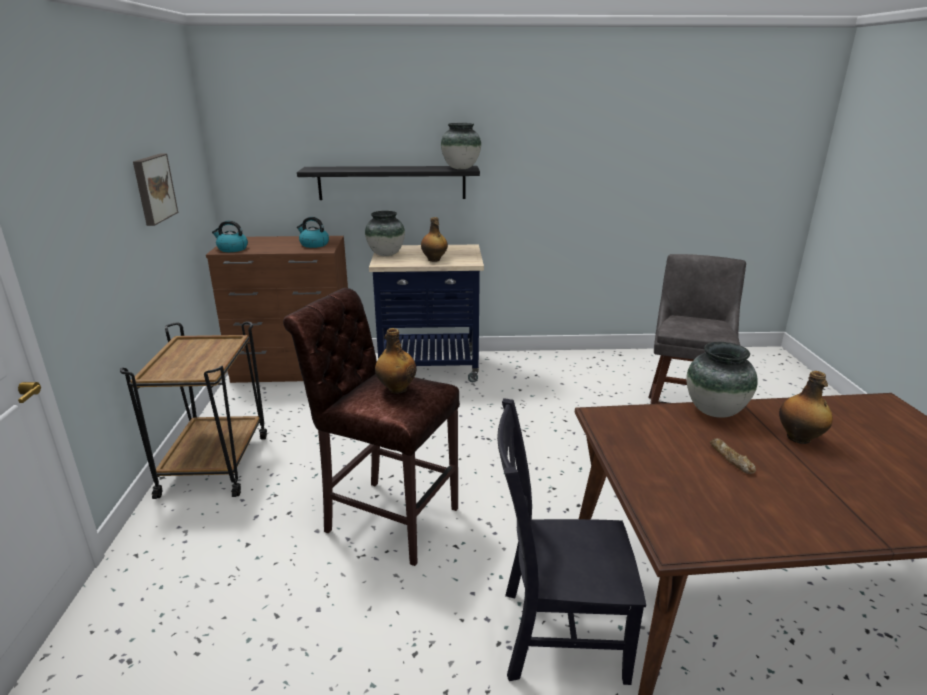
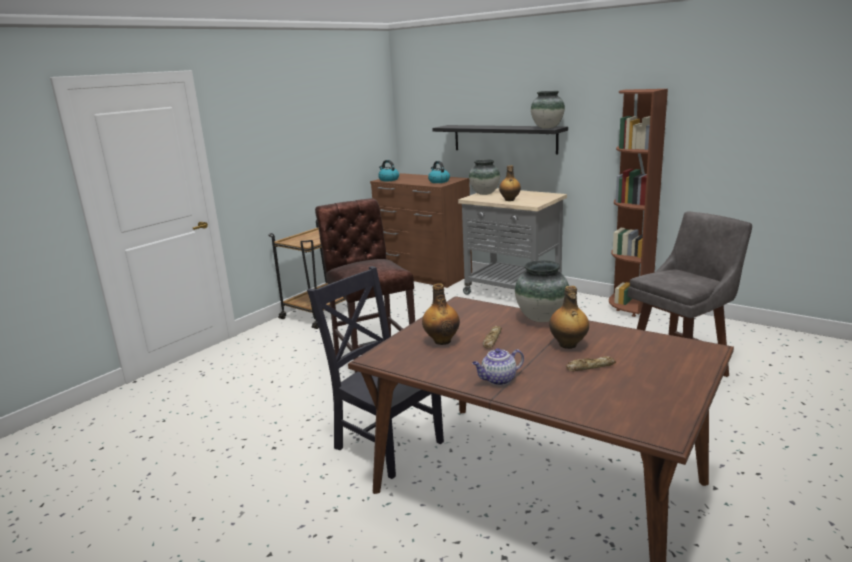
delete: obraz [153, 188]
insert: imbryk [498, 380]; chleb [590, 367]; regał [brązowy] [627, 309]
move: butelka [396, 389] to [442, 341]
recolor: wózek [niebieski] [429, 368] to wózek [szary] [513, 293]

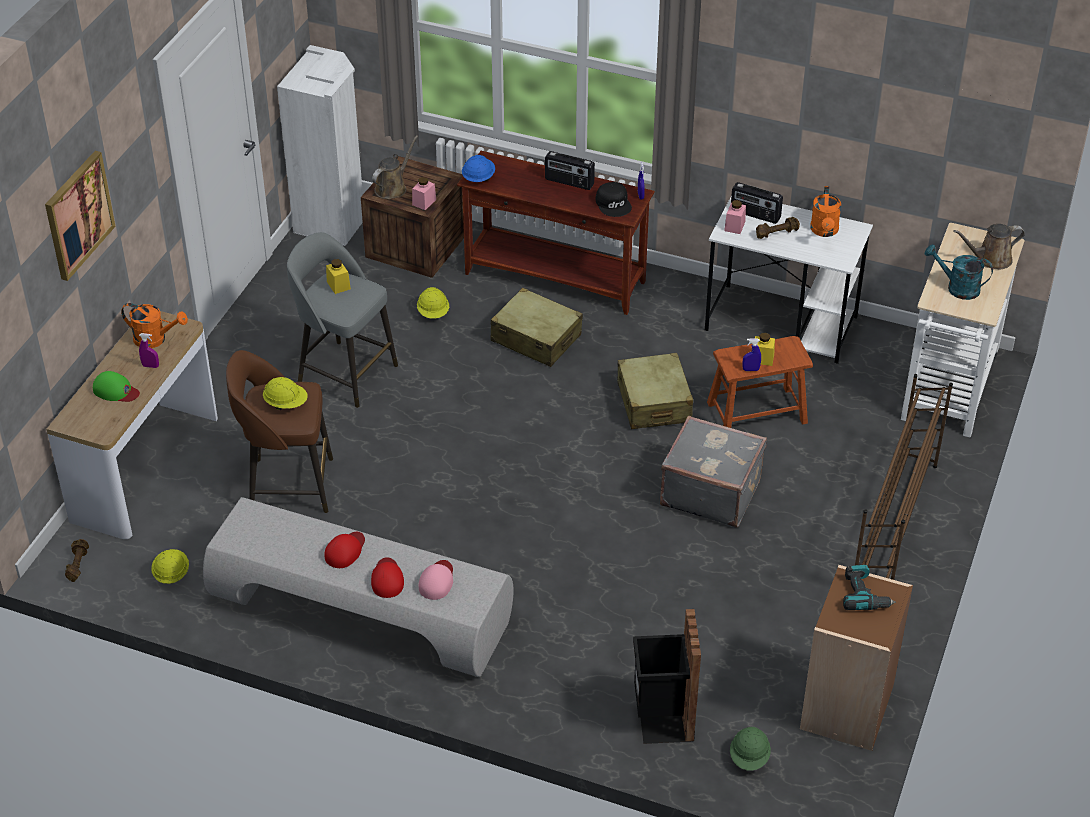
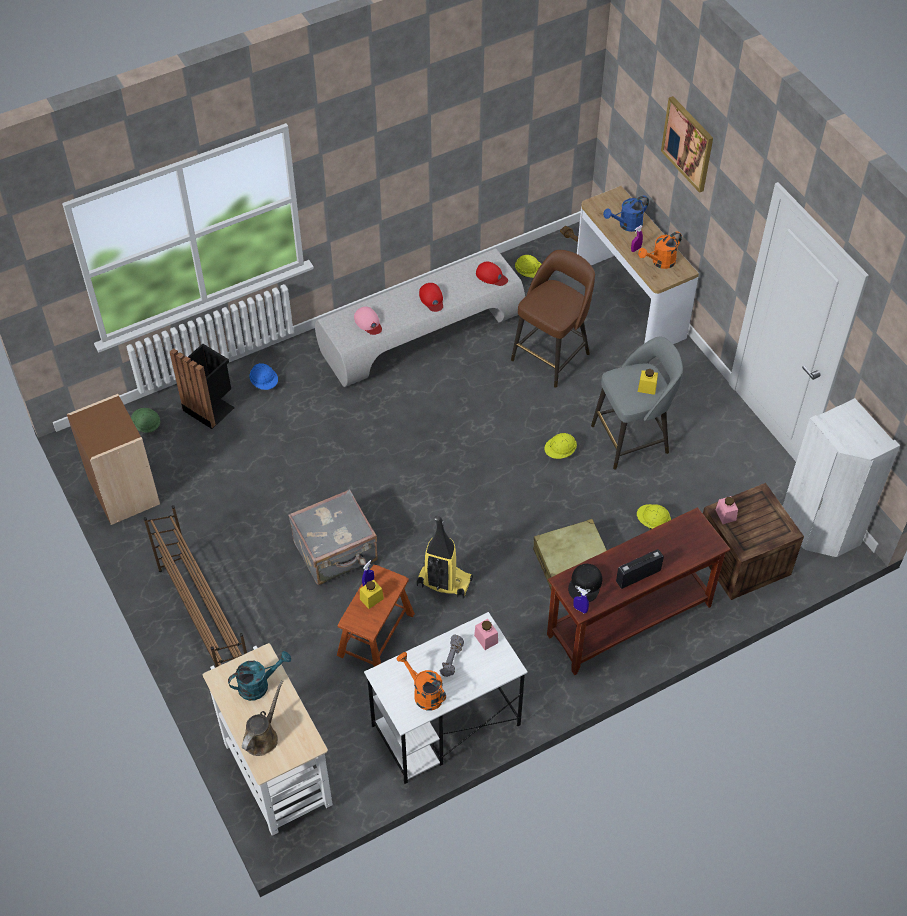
delete: konewka [brązowy] [392, 188]; radio [755, 215]; wiertarka [864, 595]
move: kask [żółty] [286, 404] to [560, 452]; czapka z daszkiem [czerwony] [387, 579] to [491, 276]; kask [niebieski] [478, 178] to [264, 383]
replace: czapka z daszkiem [zielony] [116, 391] to konewka [niebieski] [626, 225]; walizka [beżowy] [654, 402] to odkurzacz [443, 582]
recolor: hantel [brązowy] [776, 233] to hantel [szary] [452, 659]
rotate: czapka z daszkiem [czarny] [614, 204] = [585, 585] 90 degrees counterclockwise

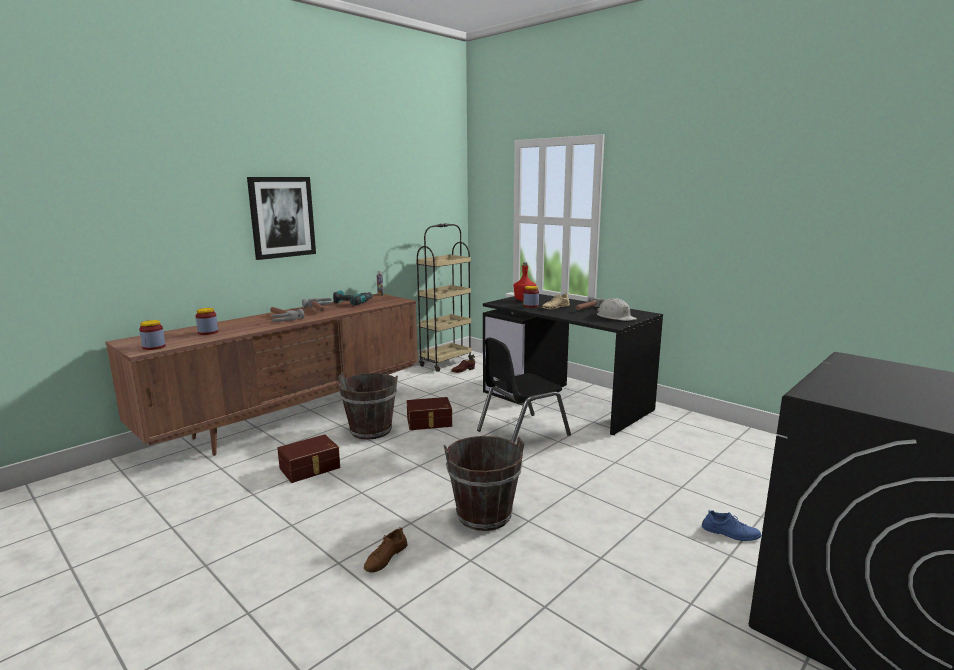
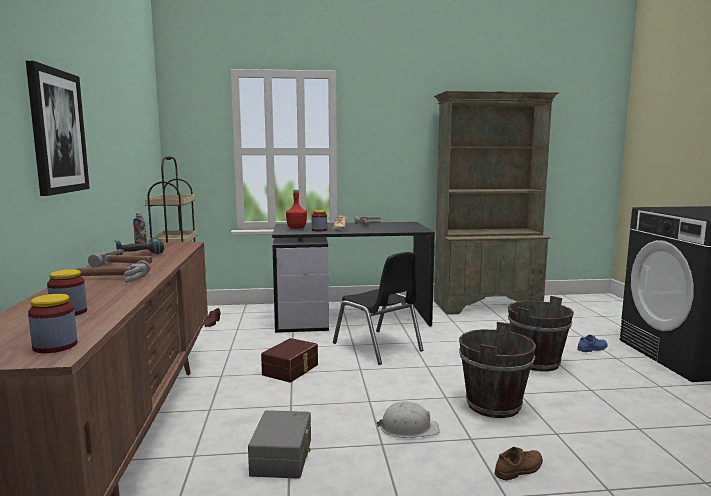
insert: regał [zielony] [486, 305]
move: wiadro [brązowy] [370, 431] to [536, 363]; kask [biały] [615, 317] to [408, 428]
recolor: pojemnik do przechowywania [brązowy] [310, 468] to pojemnik do przechowywania [szary] [283, 456]
rotate: but [brązowy] [385, 557] = [519, 469] 105 degrees counterclockwise; krzesło [czarny] [522, 432] = [378, 347] 45 degrees counterclockwise

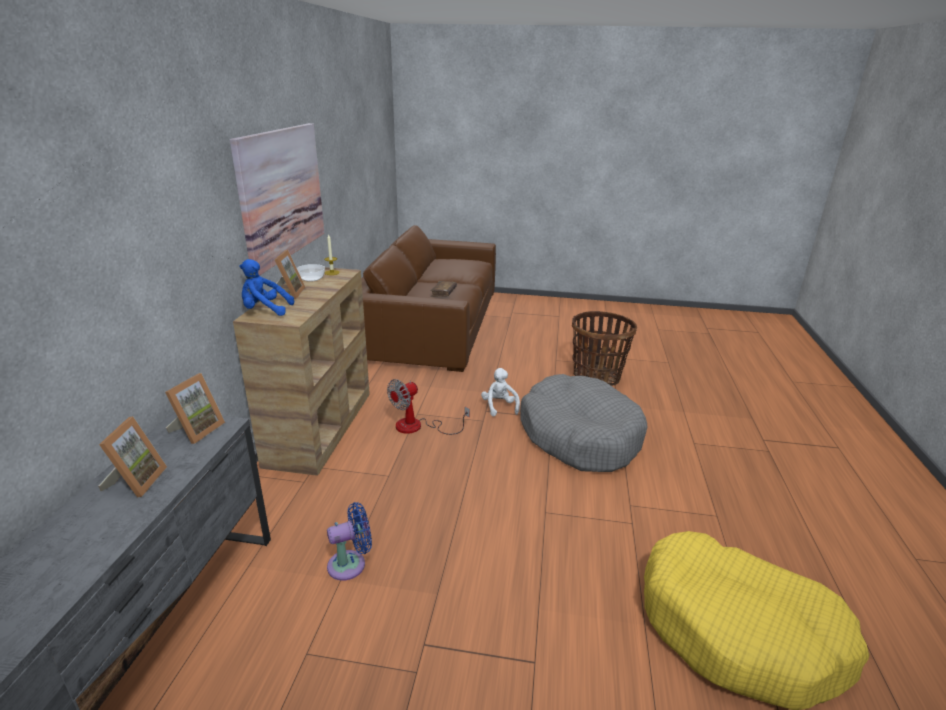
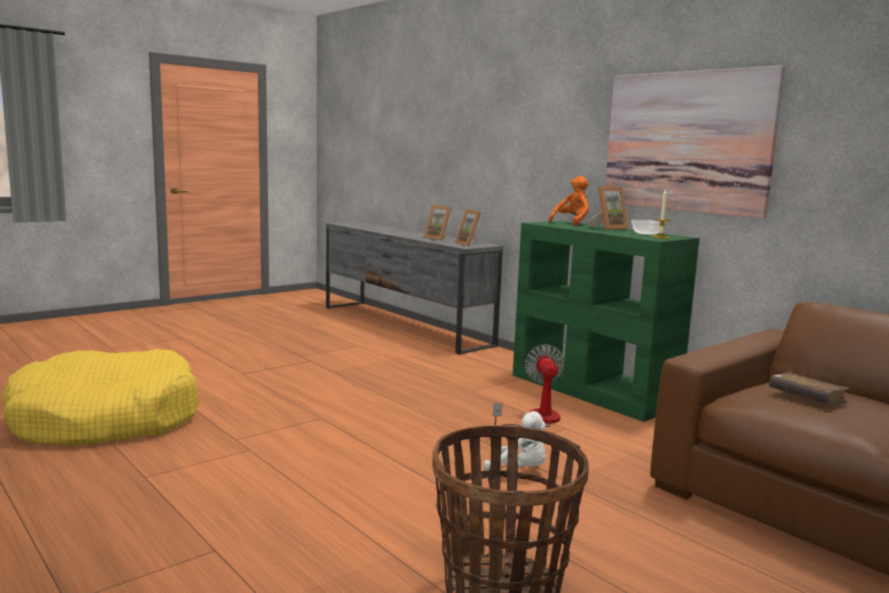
delete: wentylator [niebieski] [350, 564]; legowisko [szary] [579, 435]
recolor: regał [brązowy] [319, 427] to regał [zielony] [593, 390]; pluszak [niebieski] [265, 310] to pluszak [pomarańczowy] [572, 223]
rotate: ramka na zdjęcie [289, 293] = [608, 228] 75 degrees counterclockwise

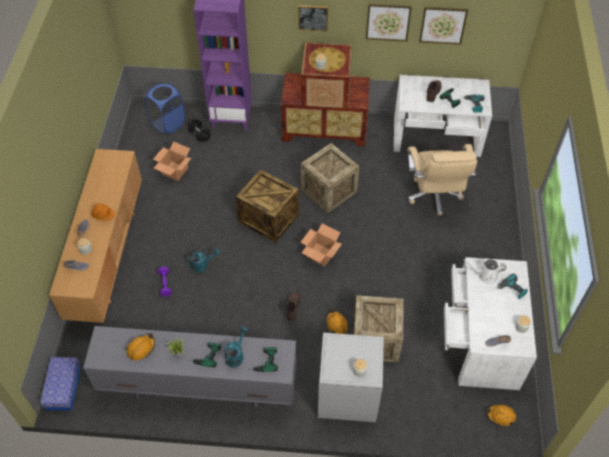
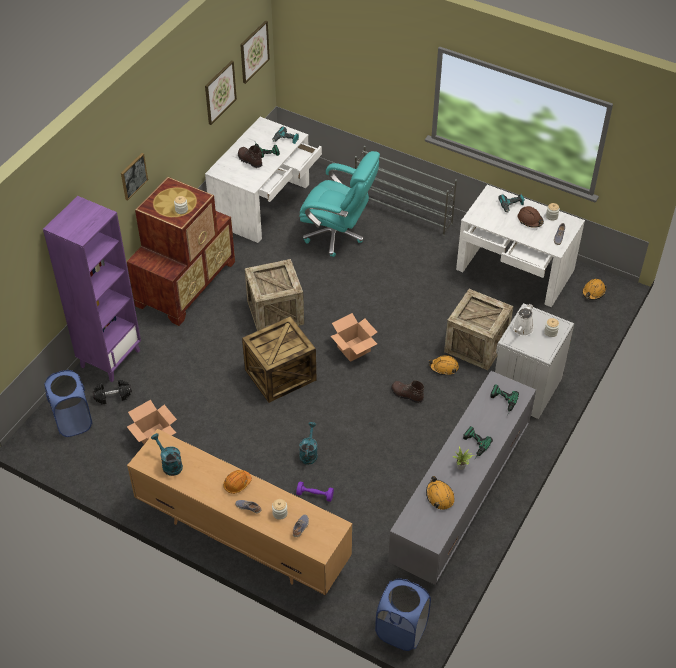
insert: regał na buty [szary] [403, 212]; kask [brązowy] [530, 220]
move: konewka [turkusowy] [236, 355] to [169, 464]; obraz [388, 22] to [254, 51]; konewka [biały] [485, 275] to [522, 329]
replace: pojemnik do przechowywania [63, 388] to kosz na pranie [niebieski] [401, 630]
recolor: krzesło biurowe [beżowy] [435, 198] to krzesło biurowe [turkusowy] [337, 237]

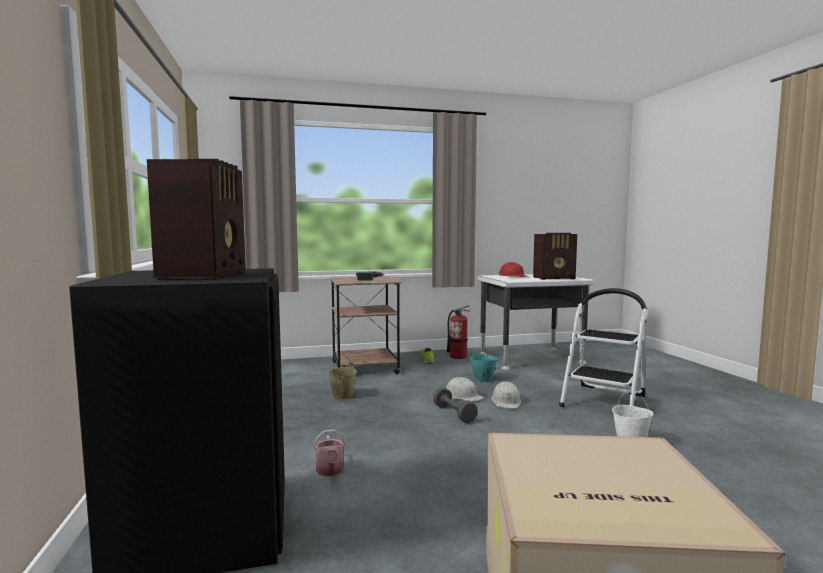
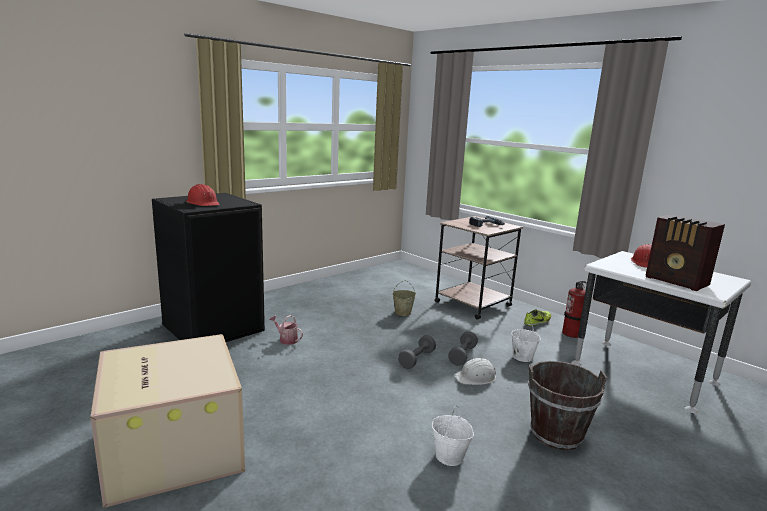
replace: radio [206, 275] to kask [czerwony] [203, 203]; kask [biały] [462, 396] to hantel [szary] [462, 355]; drabinka [605, 401] to wiadro [brązowy] [556, 435]
recolor: wiadro [turkusowy] [482, 379] to wiadro [biały] [522, 357]
rotate: konewka [330, 471] = [286, 339] 75 degrees clockwise

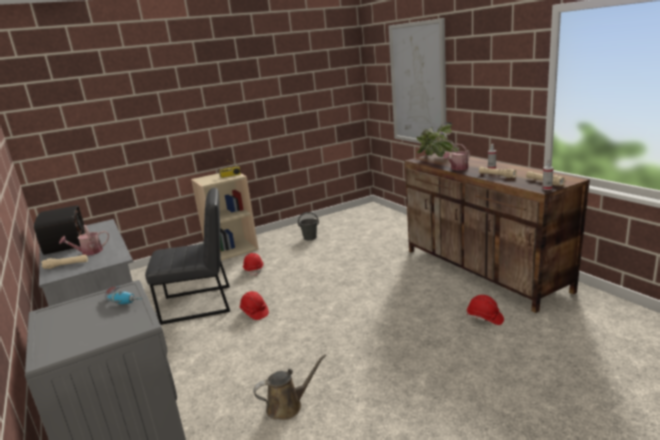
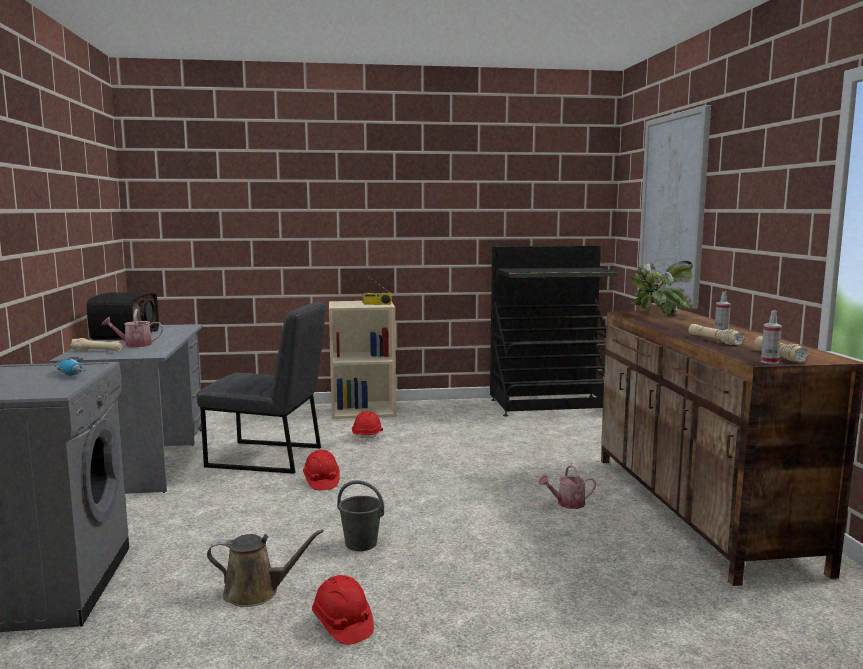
insert: regał na buty [czarny] [551, 407]
move: wiadro [szary] [310, 237] to [361, 544]; konewka [457, 168] to [567, 504]; kask [czerwony] [484, 318] to [342, 625]

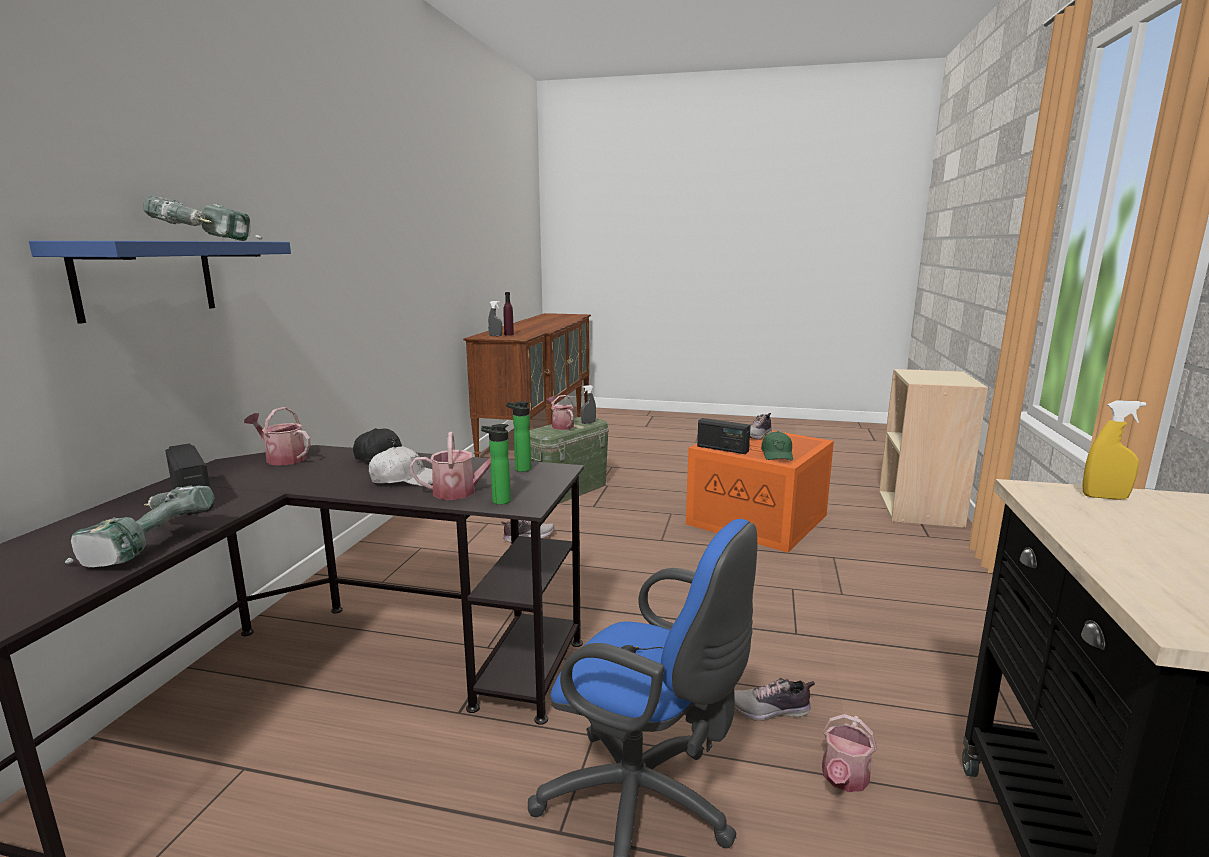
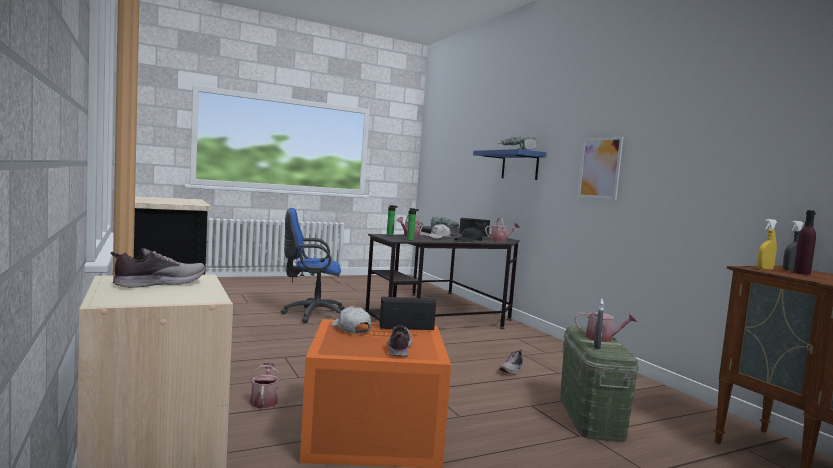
insert: obraz [600, 168]
move: but [770, 710] to [159, 284]; konewka [843, 779] to [264, 400]; spryskiwacz [żółty] [1104, 497] to [764, 269]
recolor: czapka z daszkiem [zielony] [777, 454] to czapka z daszkiem [biały] [351, 329]

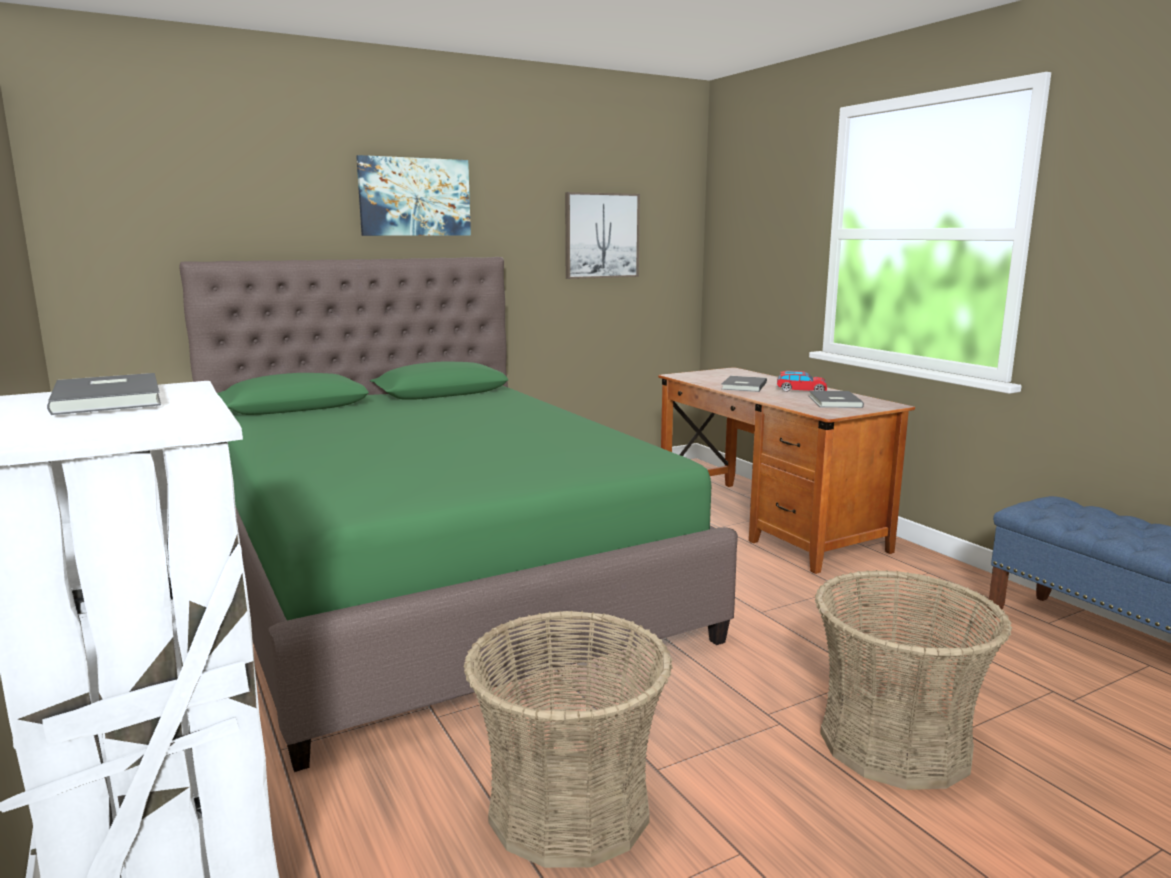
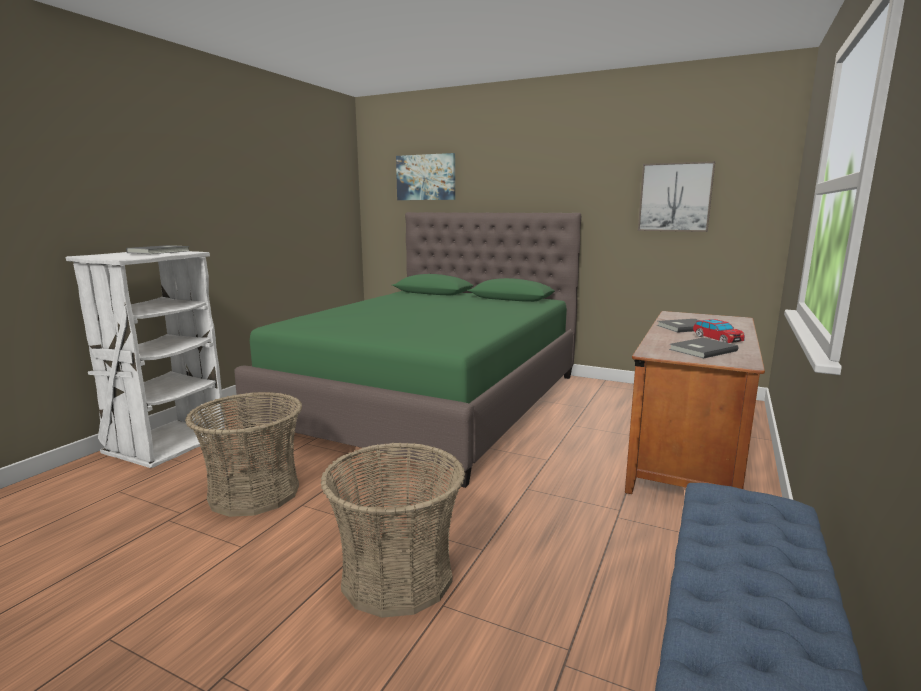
move: obraz [414, 197] to [426, 177]

